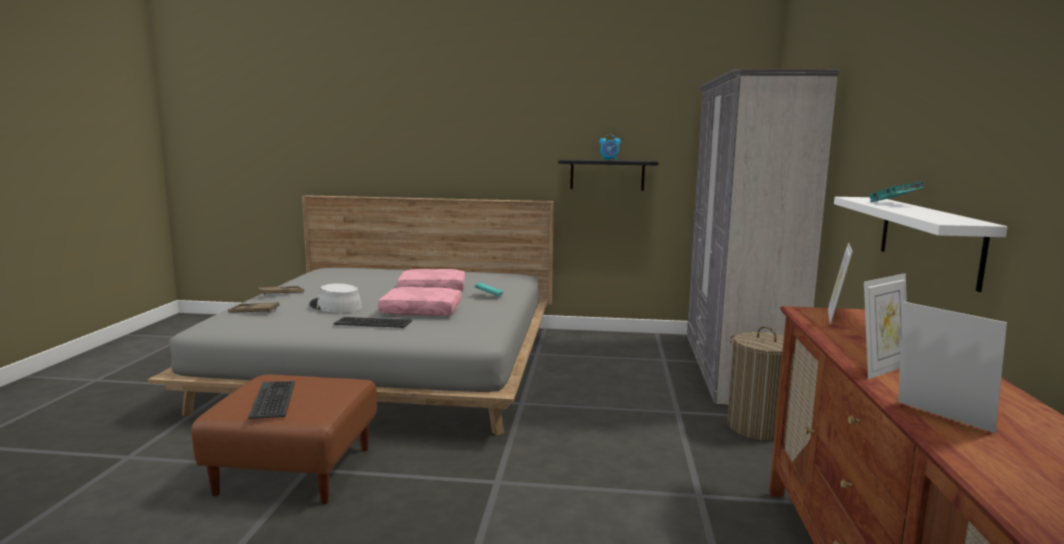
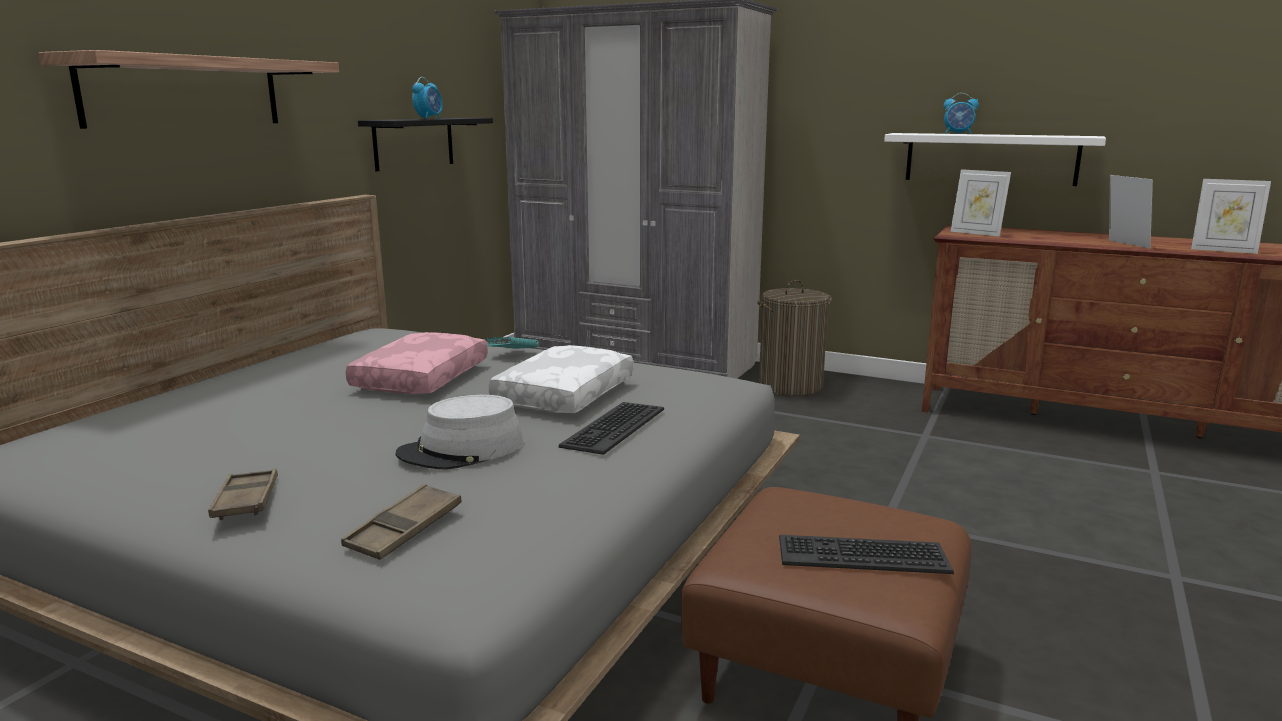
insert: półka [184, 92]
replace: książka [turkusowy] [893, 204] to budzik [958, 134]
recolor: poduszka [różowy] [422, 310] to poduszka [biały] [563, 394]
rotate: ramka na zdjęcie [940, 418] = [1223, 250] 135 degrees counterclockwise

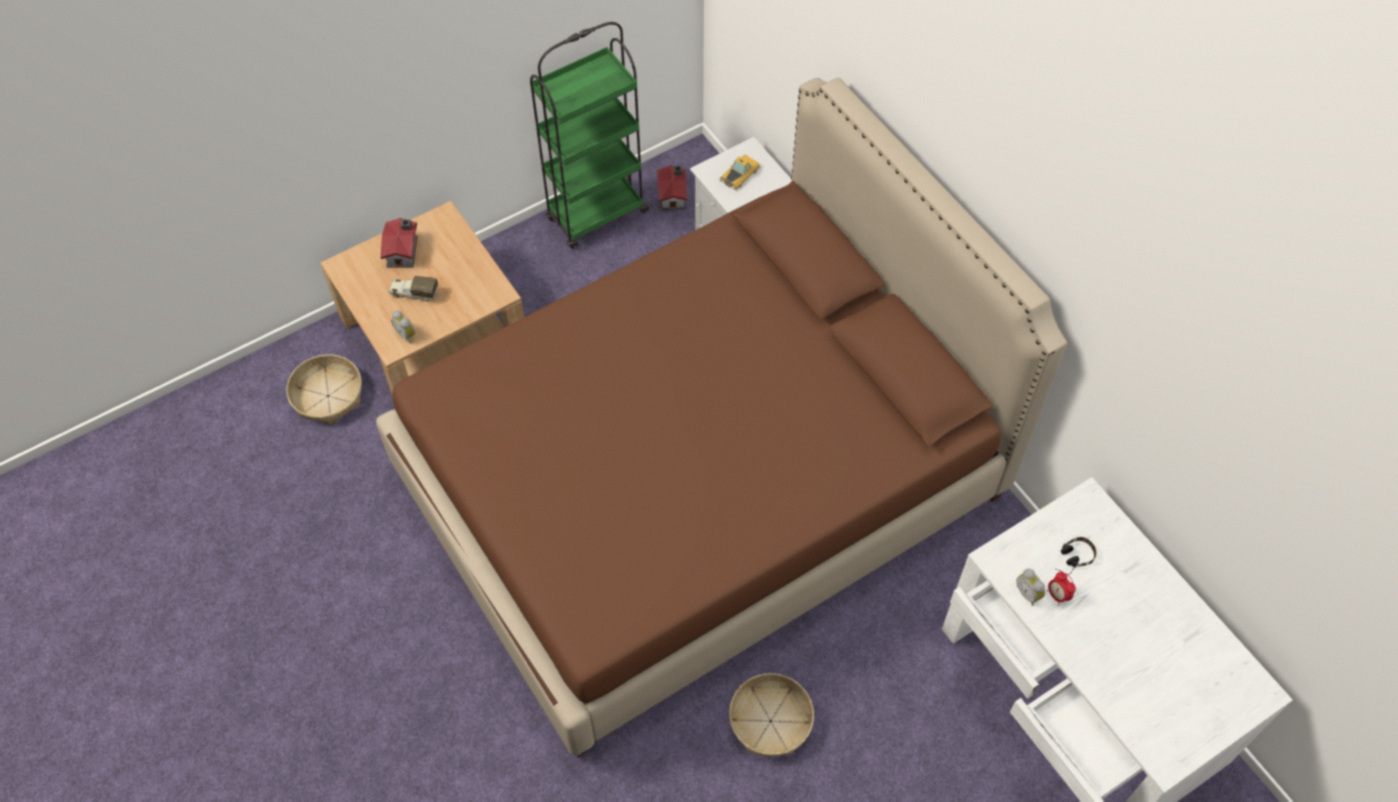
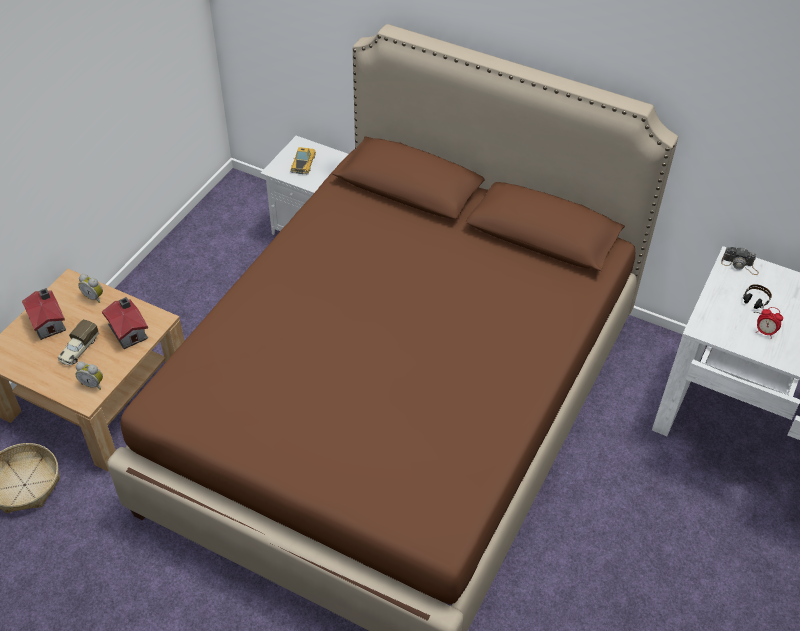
delete: wózek [zielony] [597, 216]; koszyk [771, 721]
insert: aparat fotograficzny [740, 265]
move: domek [673, 195] to [129, 331]; budzik [1028, 593] to [94, 297]
rotate: ciężarówka zabawkowa [414, 293] = [79, 350] 45 degrees counterclockwise

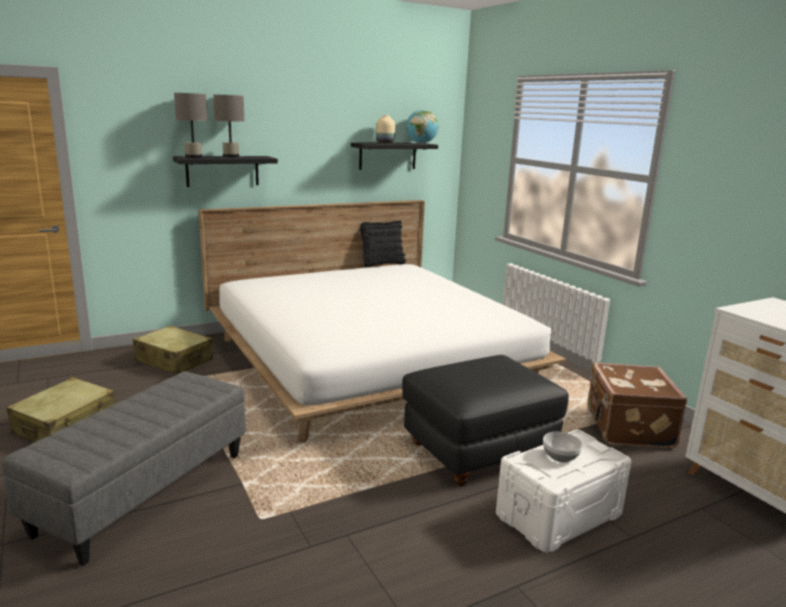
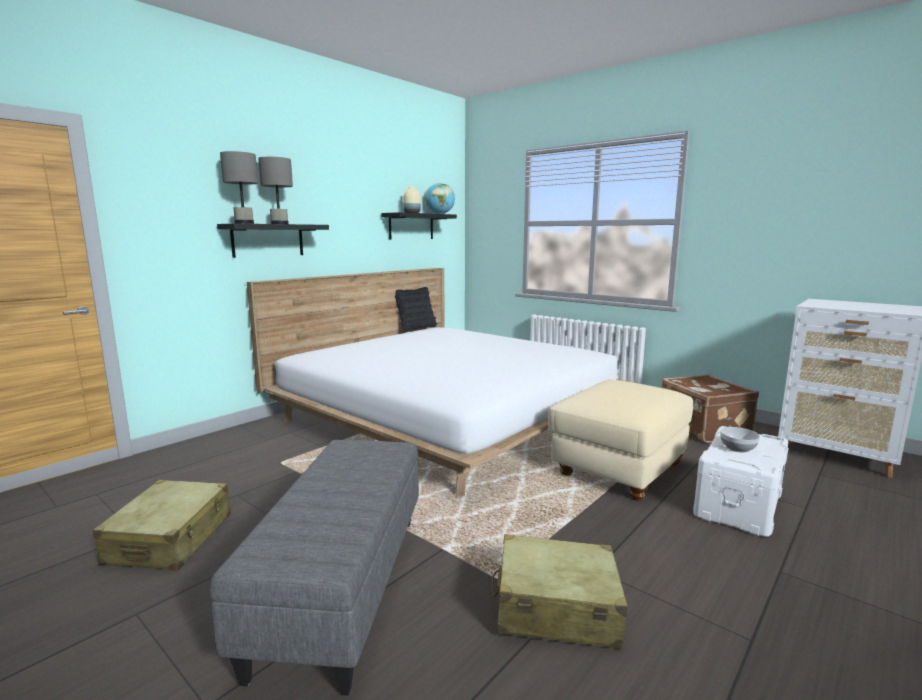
move: walizka [beżowy] [174, 360] to [556, 608]
recolor: pufa [czarny] [479, 449] to pufa [beżowy] [619, 467]

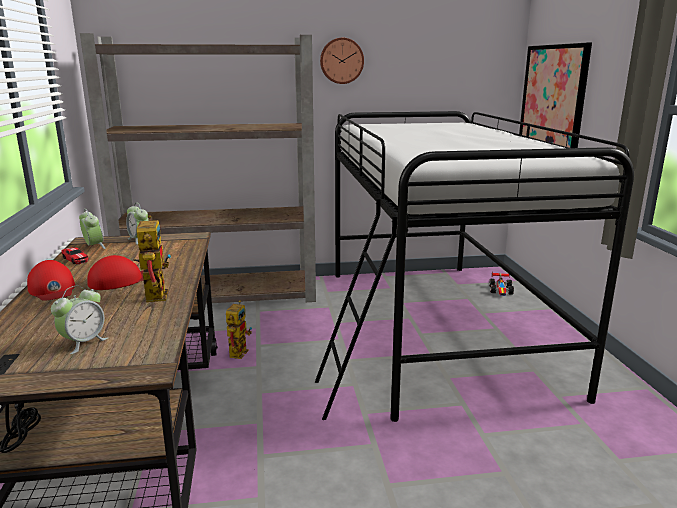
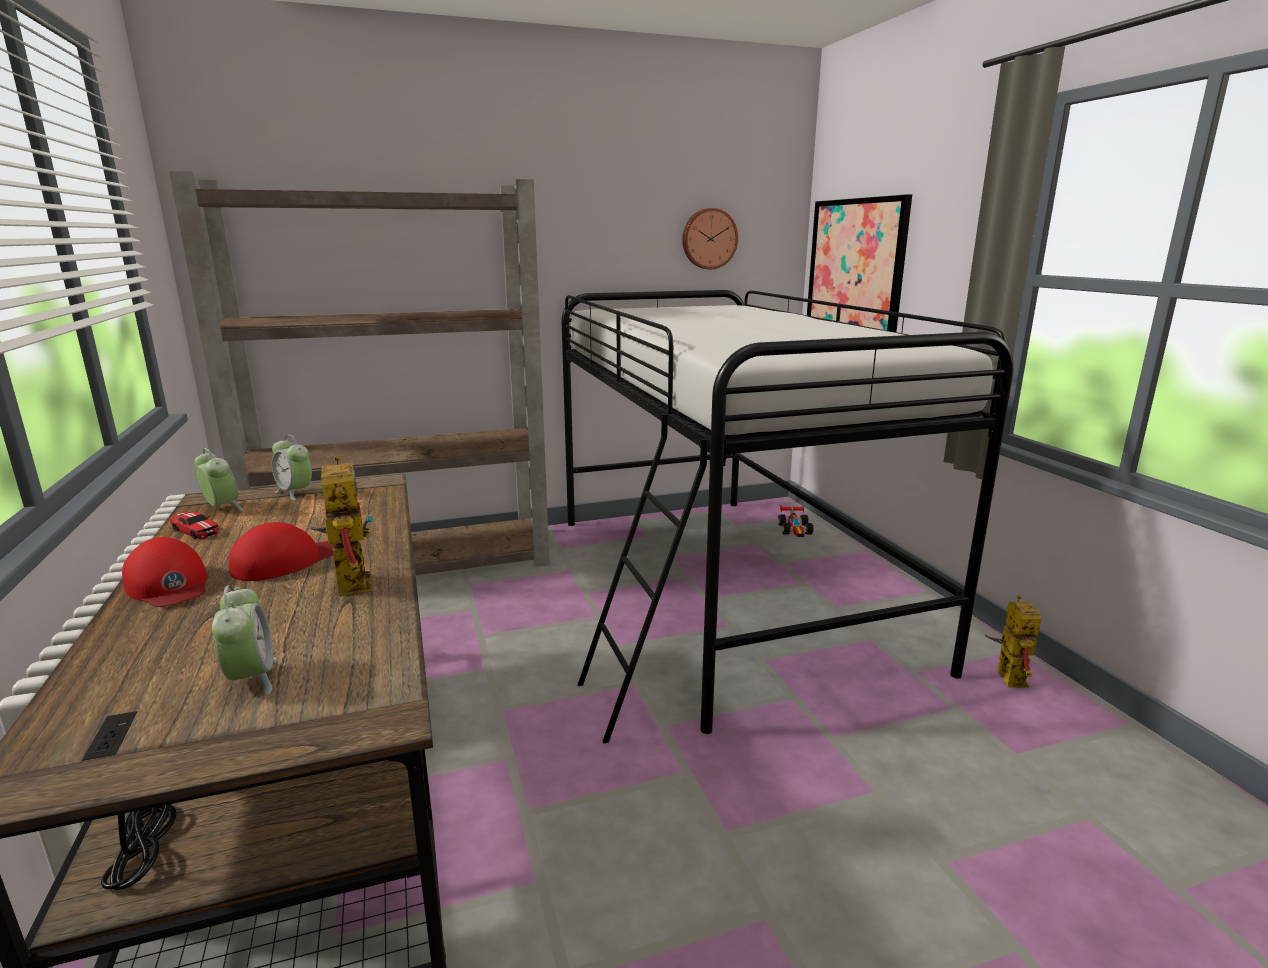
move: robot zabawkowy [238, 351] to [1005, 674]; zegar ścienny [341, 61] to [709, 239]
rotate: budzik [83, 343] = [251, 679] 45 degrees counterclockwise

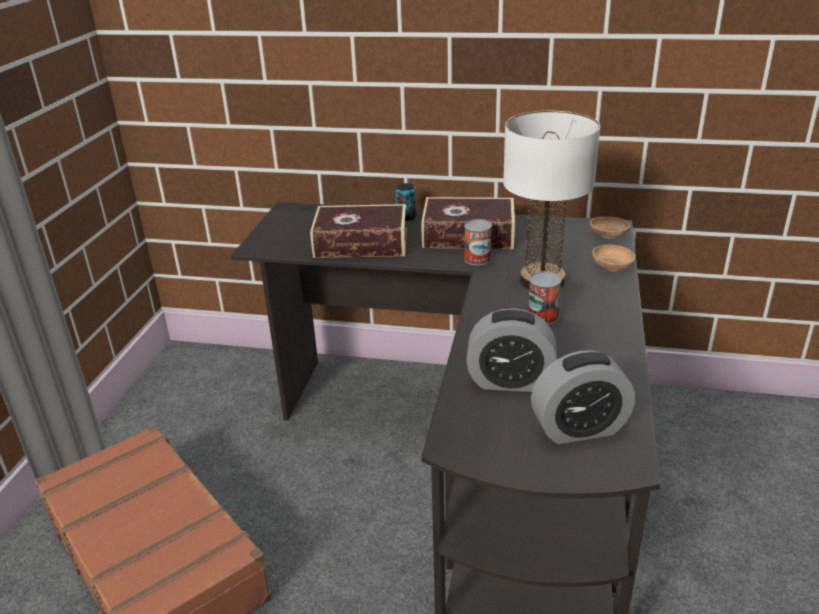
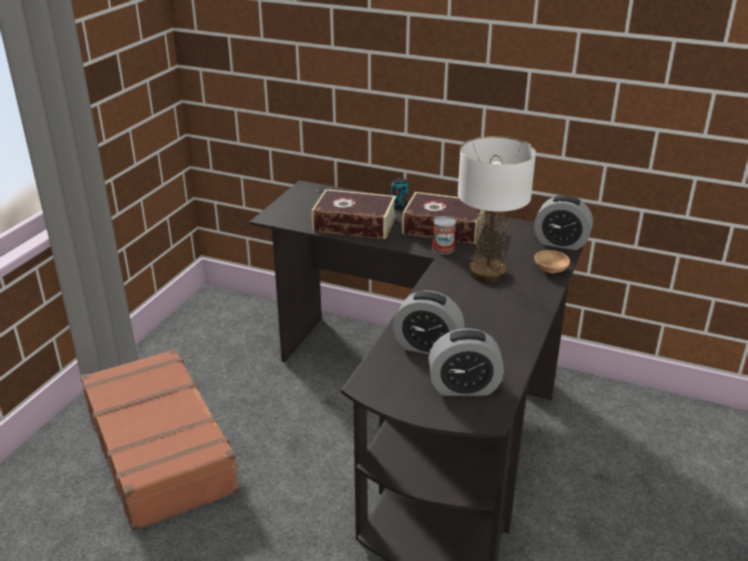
delete: puszka [543, 316]
replace: miska [brązowy] [608, 236] to budzik [561, 243]

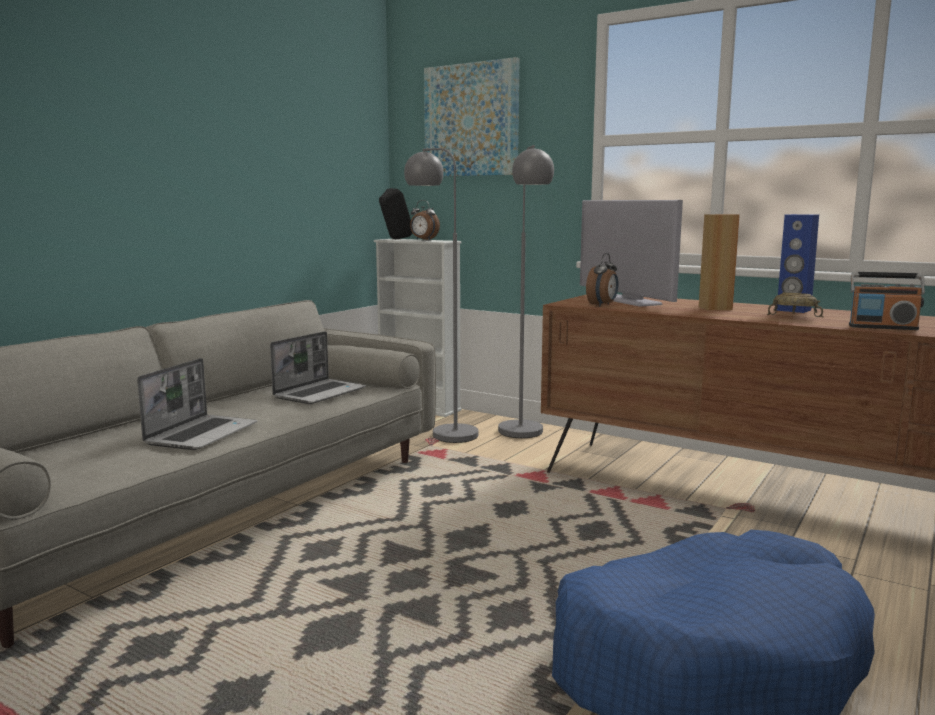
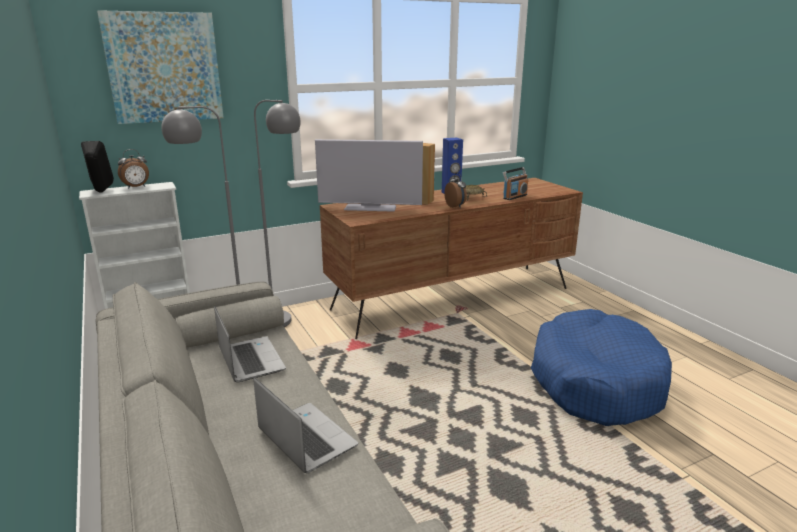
move: budzik [602, 305] to [456, 206]

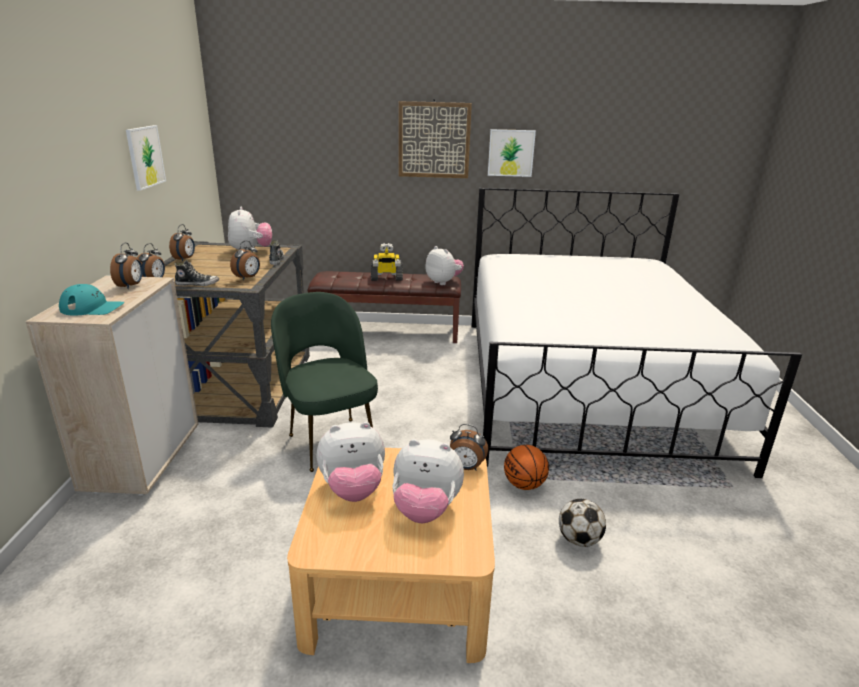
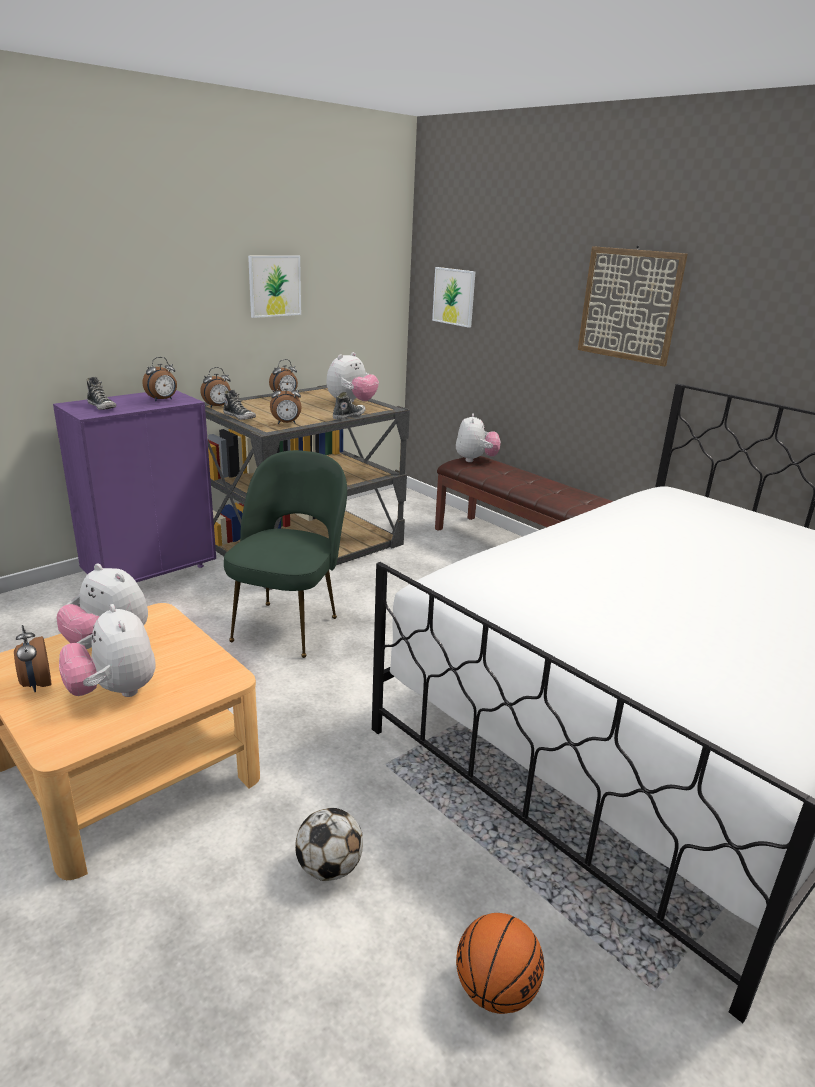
delete: robot zabawkowy [386, 278]
move: pluszak [443, 282] to [475, 460]; budzik [466, 467] to [36, 684]; obraz [511, 153] to [454, 296]; piłka do koszykówki [524, 485] to [496, 990]
replace: czapka z daszkiem [turkusowy] [92, 308] to but [102, 407]
recolor: szafka [beżowy] [144, 461] to szafka [fioletowy] [151, 570]

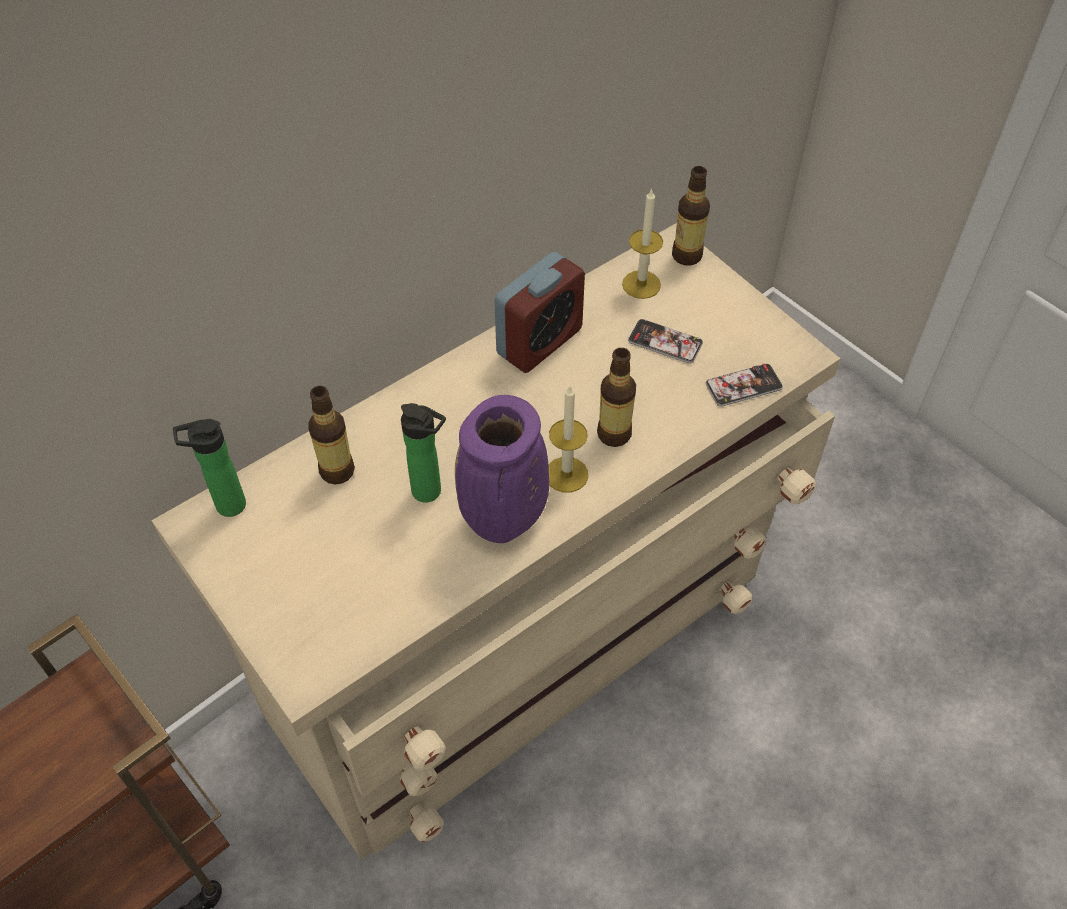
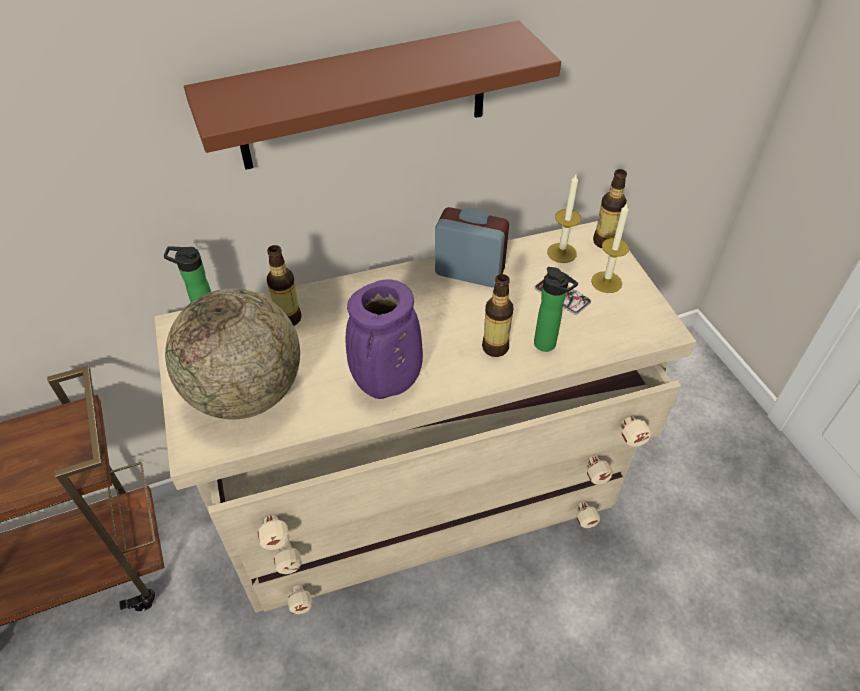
delete: telefon [743, 386]
insert: globus [246, 393]; półka [brązowy] [364, 97]
move: butelka [430, 492] to [547, 345]; świeca [566, 474] to [606, 282]
rotate: budzik [539, 342] = [469, 272] 135 degrees counterclockwise

